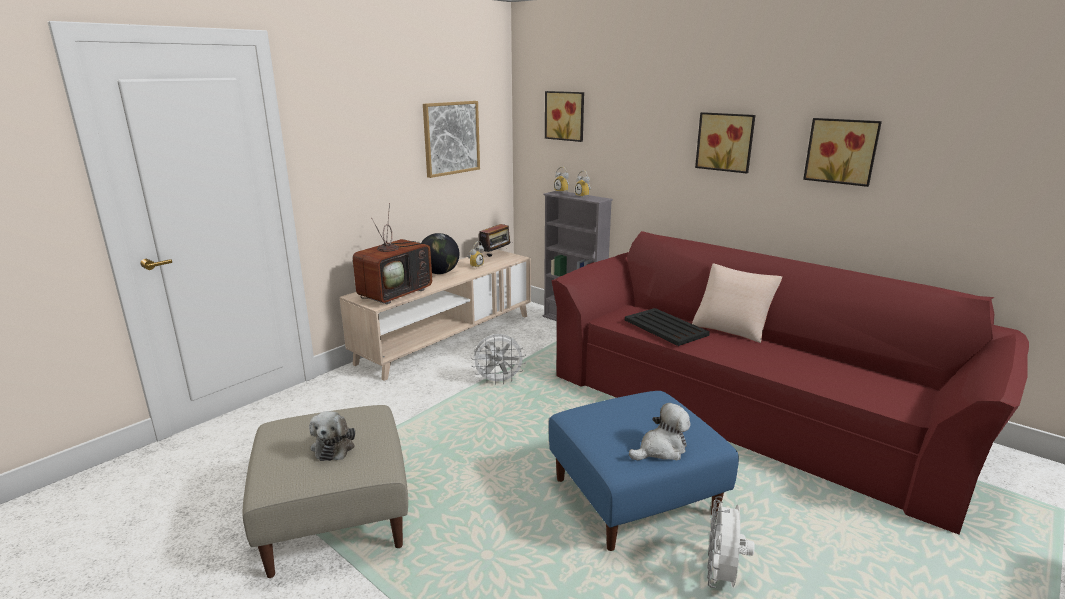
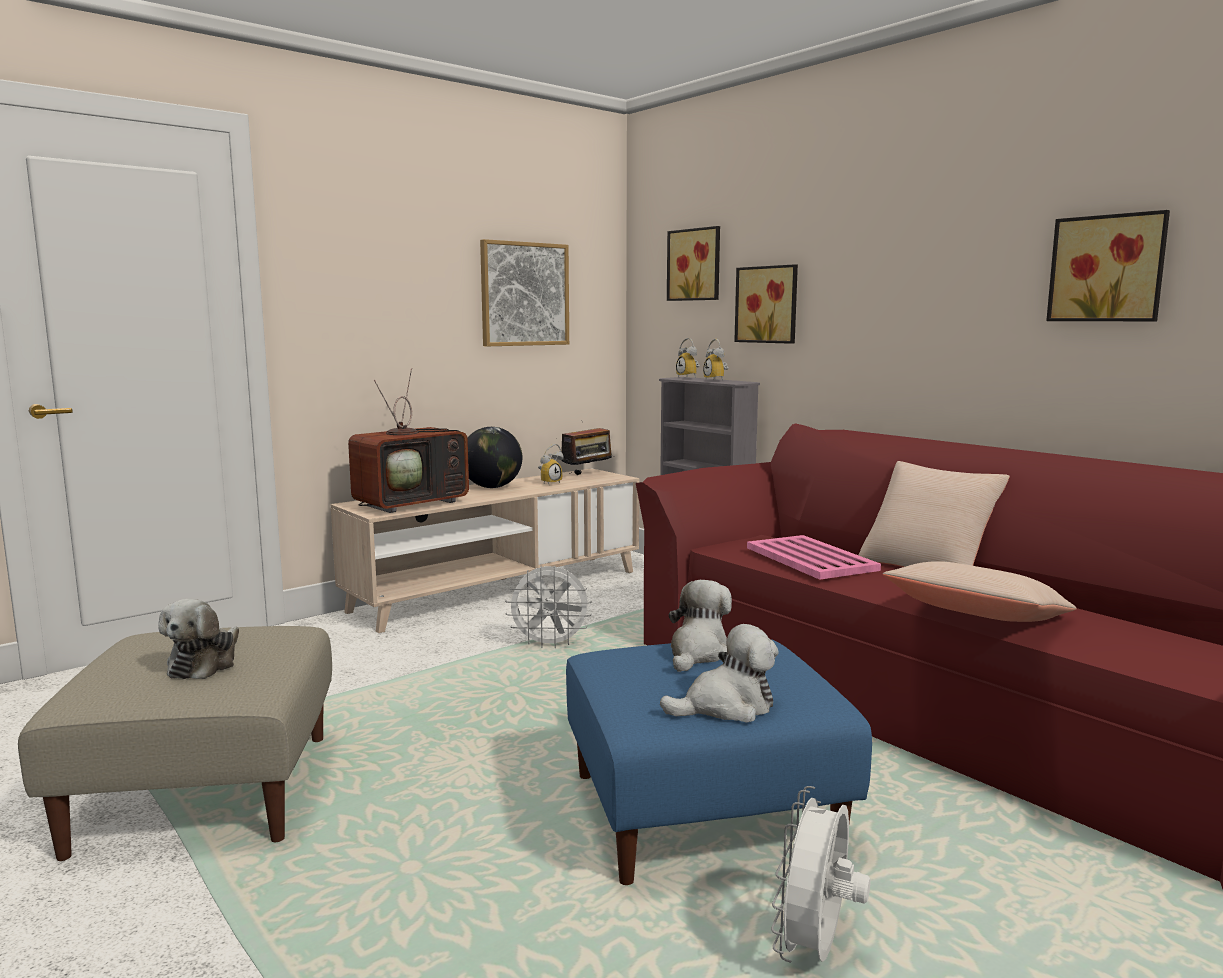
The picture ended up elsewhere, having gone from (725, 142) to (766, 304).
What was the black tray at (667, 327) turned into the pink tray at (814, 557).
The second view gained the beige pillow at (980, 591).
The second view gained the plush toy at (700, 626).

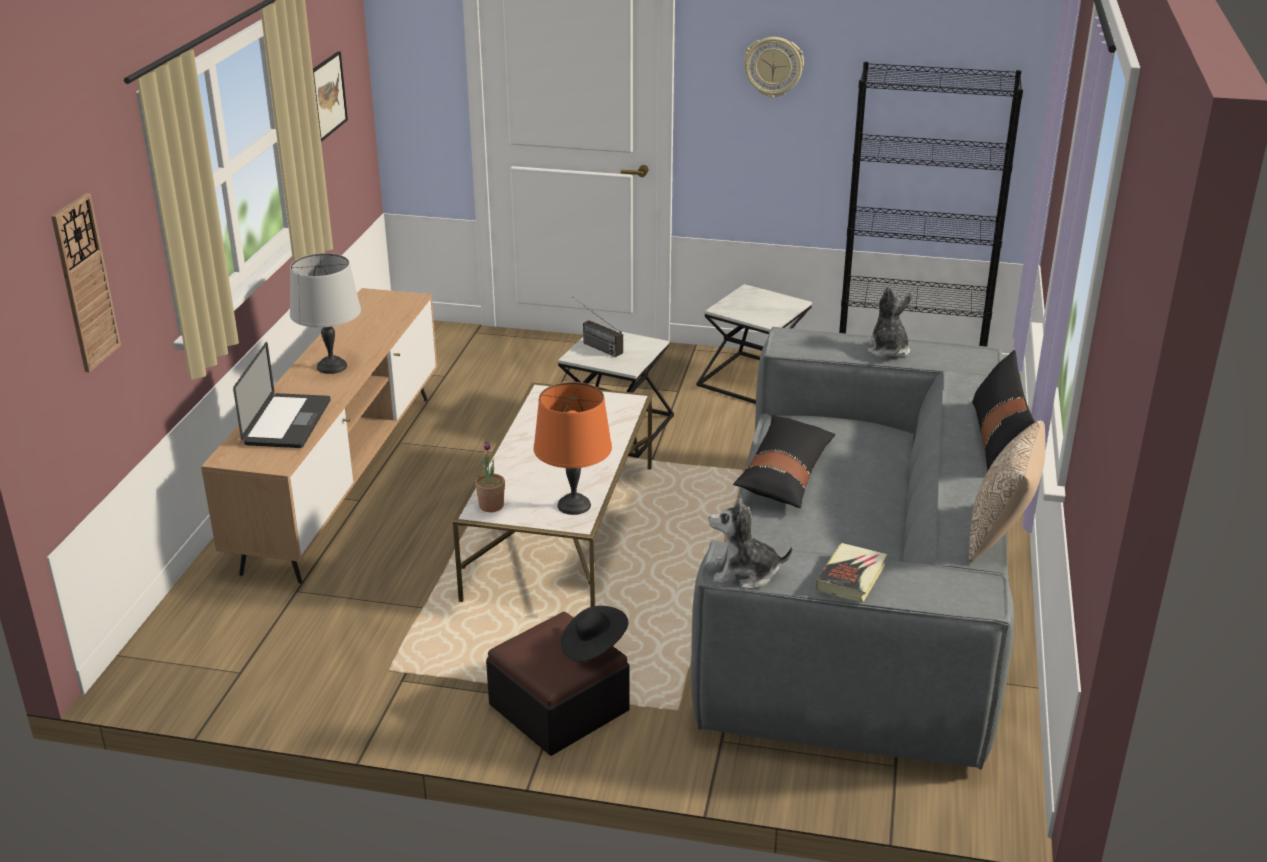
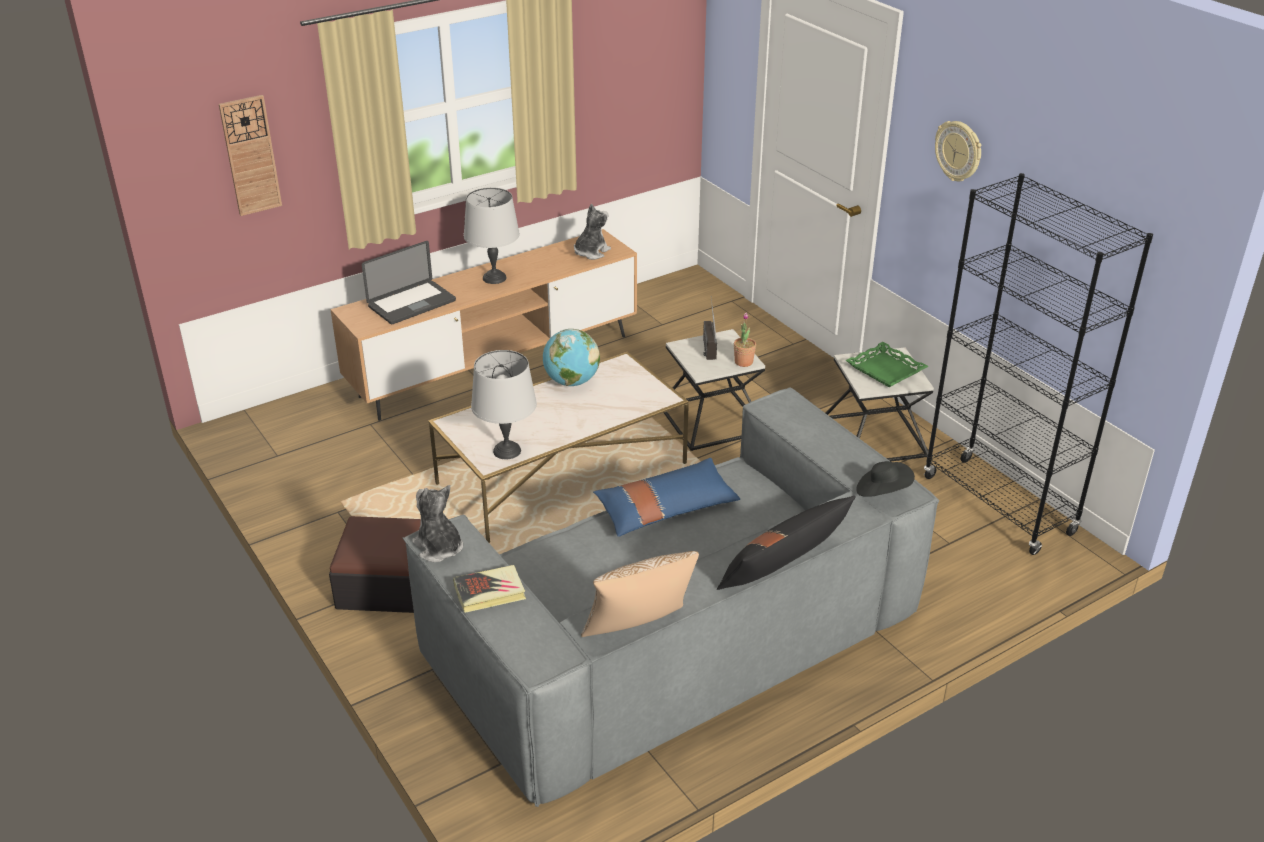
The second view lost the picture at (330, 96).
The plush toy ended up elsewhere, having gone from (890, 322) to (592, 232).
What was the orange table lamp at (573, 448) turned into the grey table lamp at (504, 404).
What was the black pillow at (784, 461) turned into the blue pillow at (666, 497).
The potted plant ended up elsewhere, having gone from (490, 476) to (745, 339).
The black hat ended up elsewhere, having gone from (594, 634) to (885, 478).
The second view gained the globe at (571, 357).
The second view gained the green tray at (887, 364).

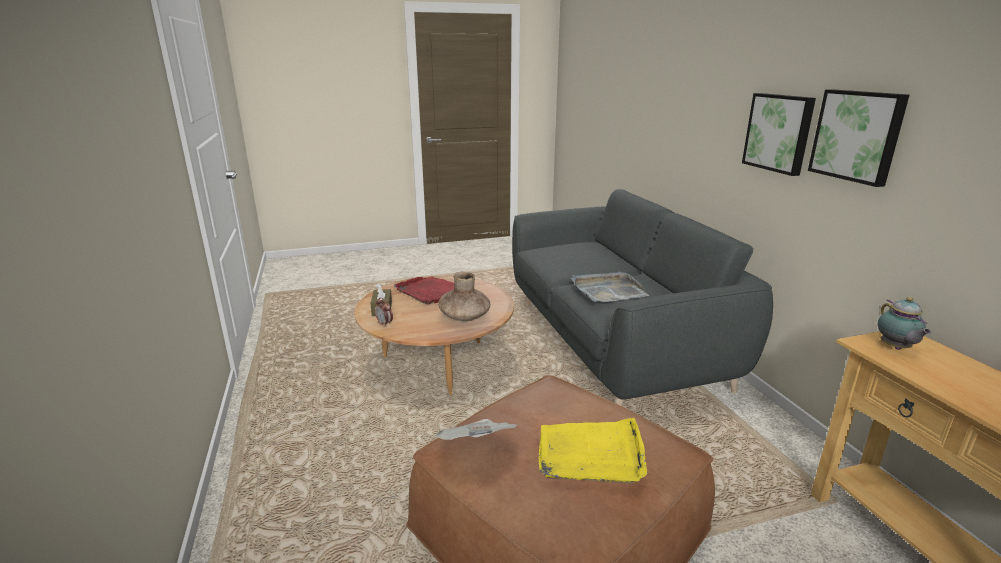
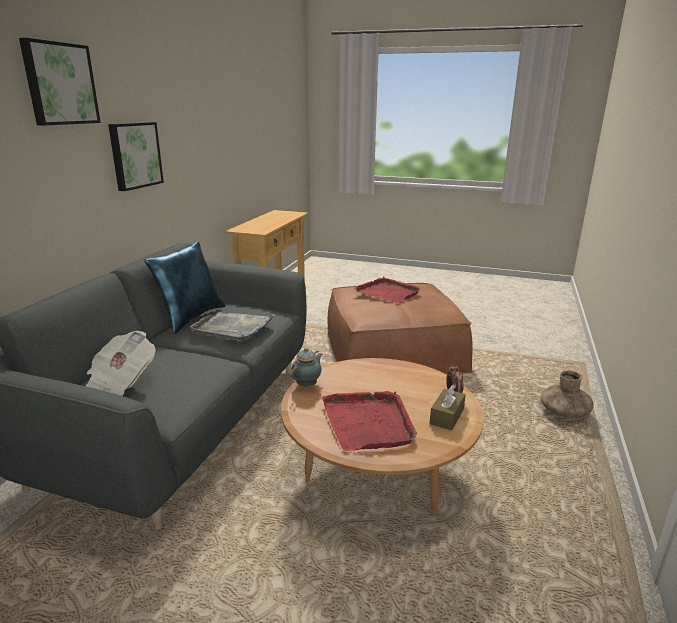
The picture ended up elsewhere, having gone from (858, 138) to (60, 82).
The brown vase ended up elsewhere, having gone from (464, 296) to (567, 394).
The teapot ended up elsewhere, having gone from (905, 323) to (306, 367).
What was the yellow tray at (593, 450) turned into the red tray at (387, 290).
The newspaper ended up elsewhere, having gone from (476, 429) to (120, 363).
The second view gained the blue pillow at (184, 287).

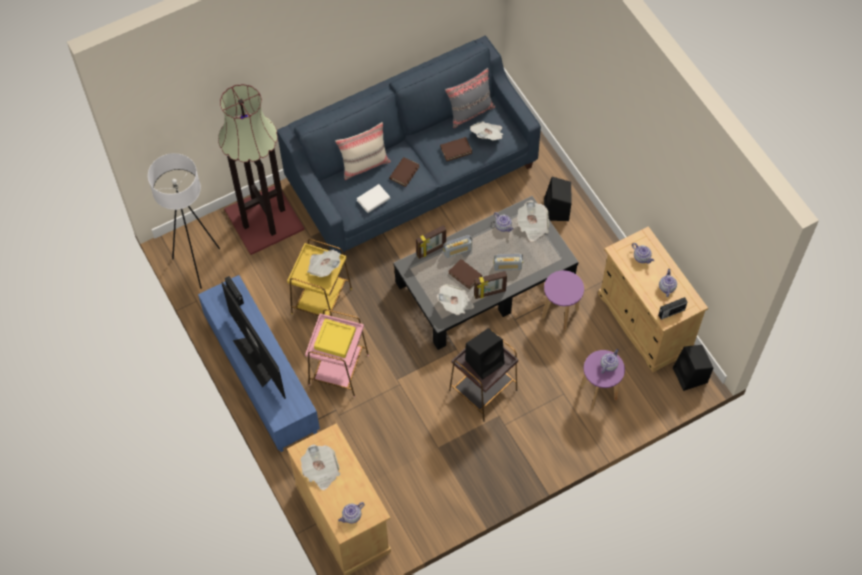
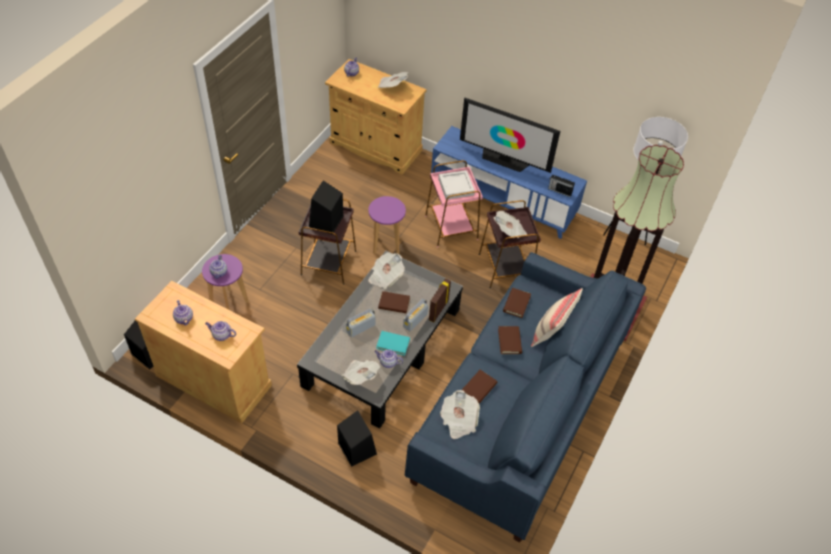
The second view lost the grey pillow at (470, 98).
What was the white book at (373, 198) turned into the brown book at (517, 303).
What was the yellow side table at (319, 277) turned into the brown side table at (510, 244).
The purple stool ended up elsewhere, having gone from (563, 300) to (387, 225).
The second view lost the picture frame at (490, 285).
The second view lost the radio at (672, 308).
What was the yellow tray at (335, 338) turned into the grey tray at (456, 184).
The second view gained the turquoise book at (393, 343).

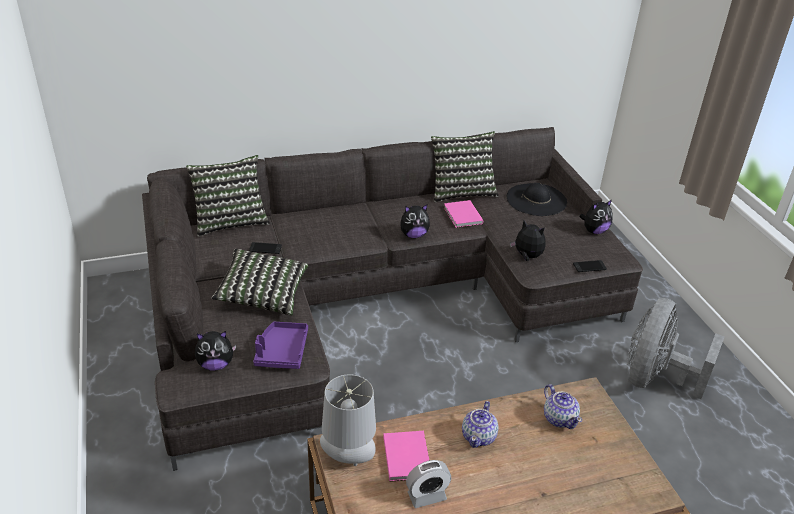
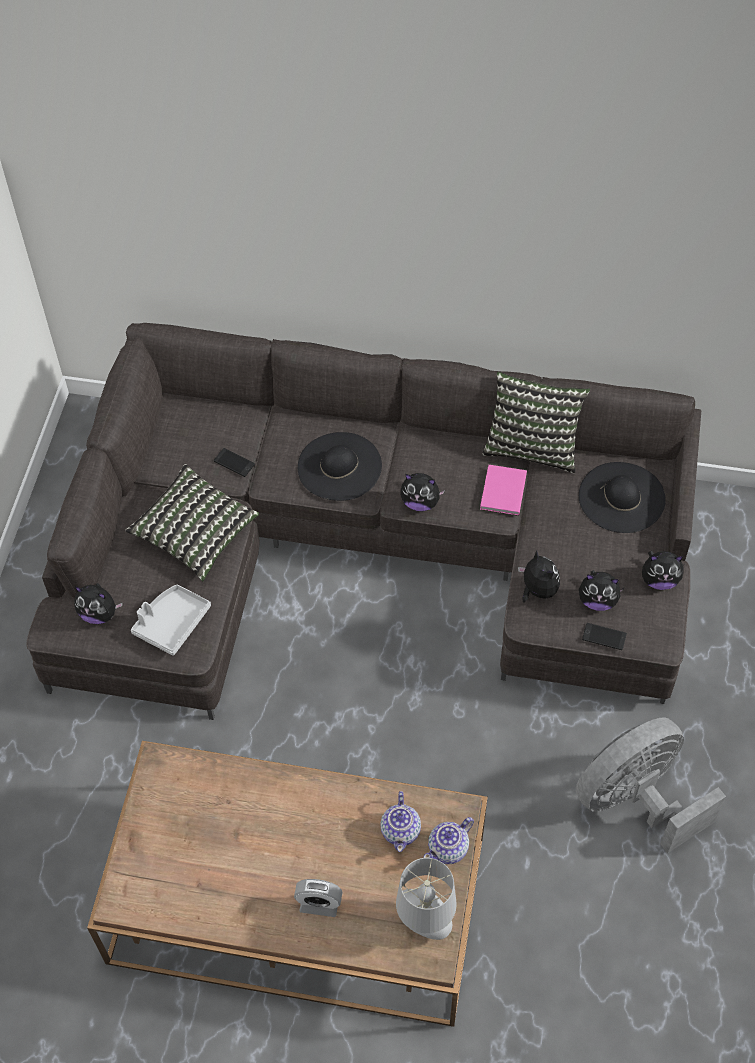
The second view lost the pillow at (228, 195).
What was the purple tray at (280, 345) turned into the grey tray at (171, 620).
The grey table lamp ended up elsewhere, having gone from (348, 420) to (426, 899).
The teapot ended up elsewhere, having gone from (480, 424) to (448, 840).
The second view lost the pink book at (406, 456).
The alarm clock ended up elsewhere, having gone from (428, 484) to (318, 898).
The second view gained the black hat at (340, 466).
The second view gained the plush toy at (602, 590).

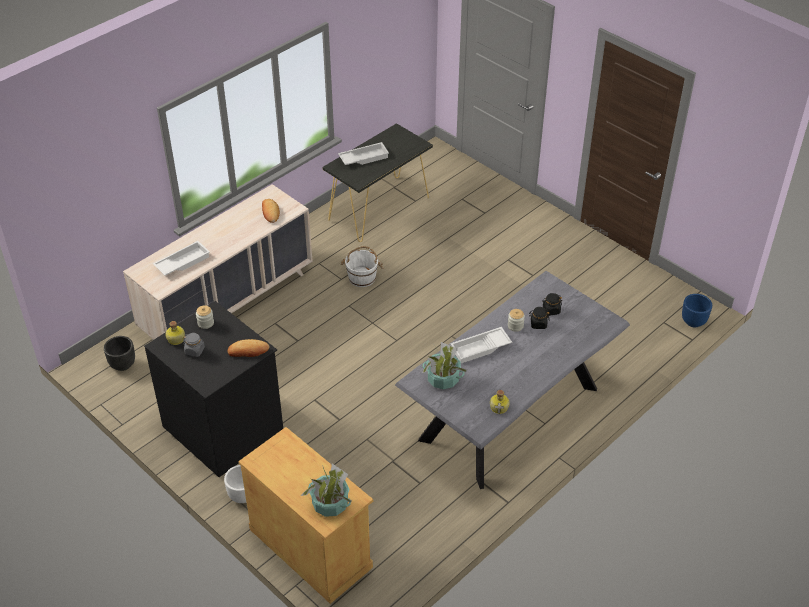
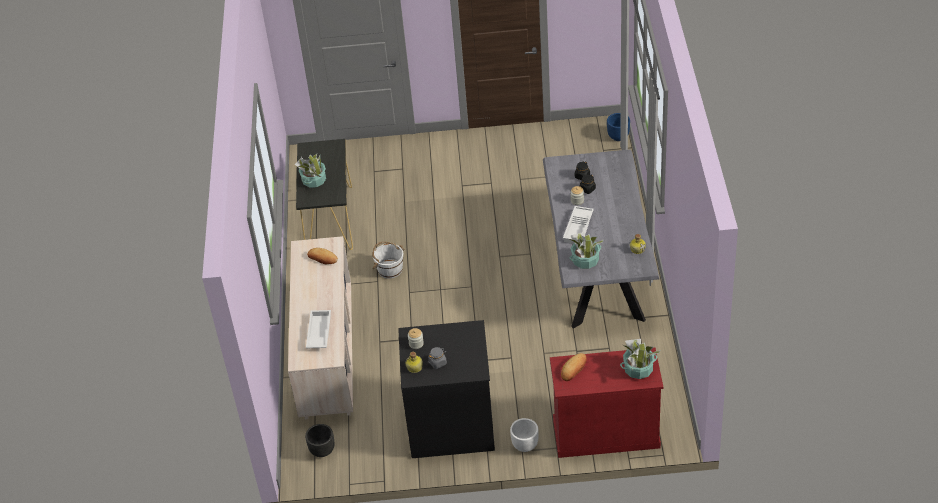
Where the white tray stood at (363, 153), the potted plant came to stand at (310, 171).
The bread ended up elsewhere, having gone from (249, 348) to (573, 367).
What was the beige cabinet at (305, 515) turned into the red cabinet at (606, 403).

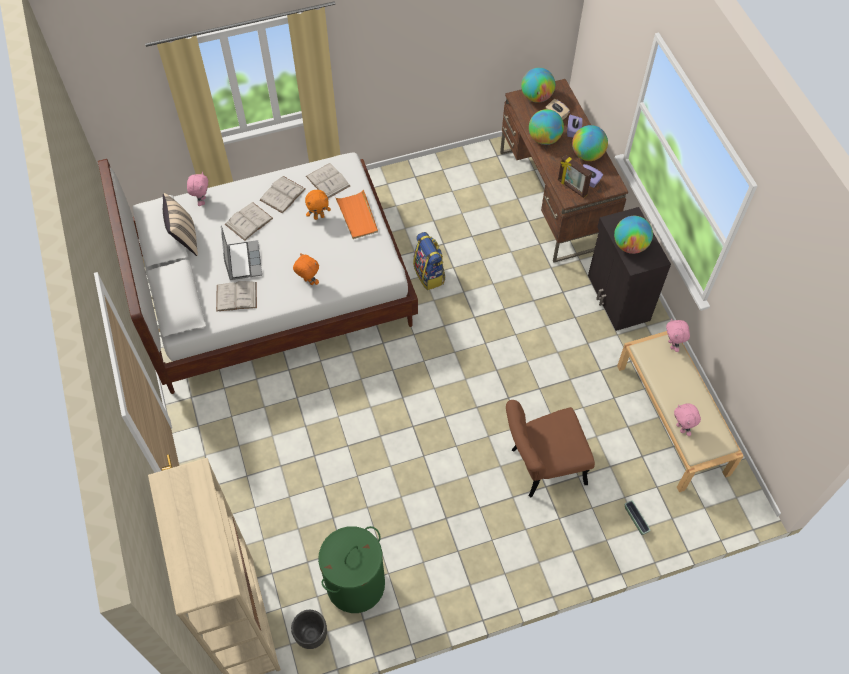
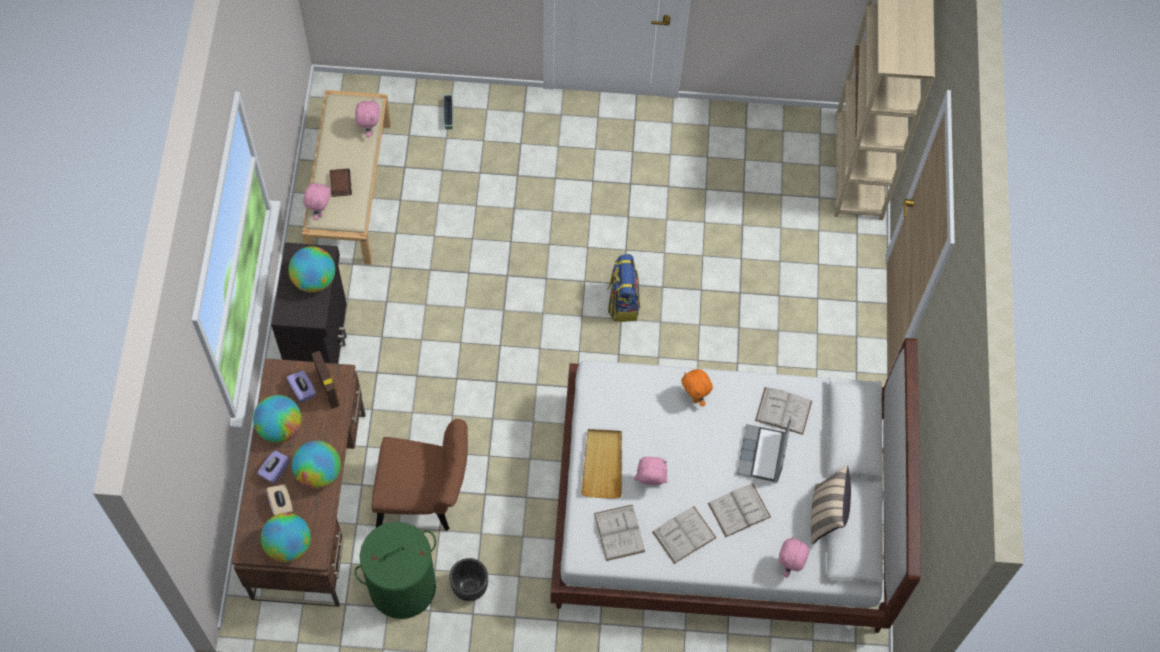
What was the orange tray at (356, 214) turned into the beige tray at (601, 464).
What was the orange plush toy at (318, 205) turned into the pink plush toy at (651, 471).
The backpack ended up elsewhere, having gone from (429, 261) to (623, 288).
The brown chair ended up elsewhere, having gone from (550, 449) to (420, 475).
The green laundry basket ended up elsewhere, having gone from (351, 569) to (395, 570).
The black planter ended up elsewhere, having gone from (309, 629) to (468, 579).
The second view gained the book at (341, 182).

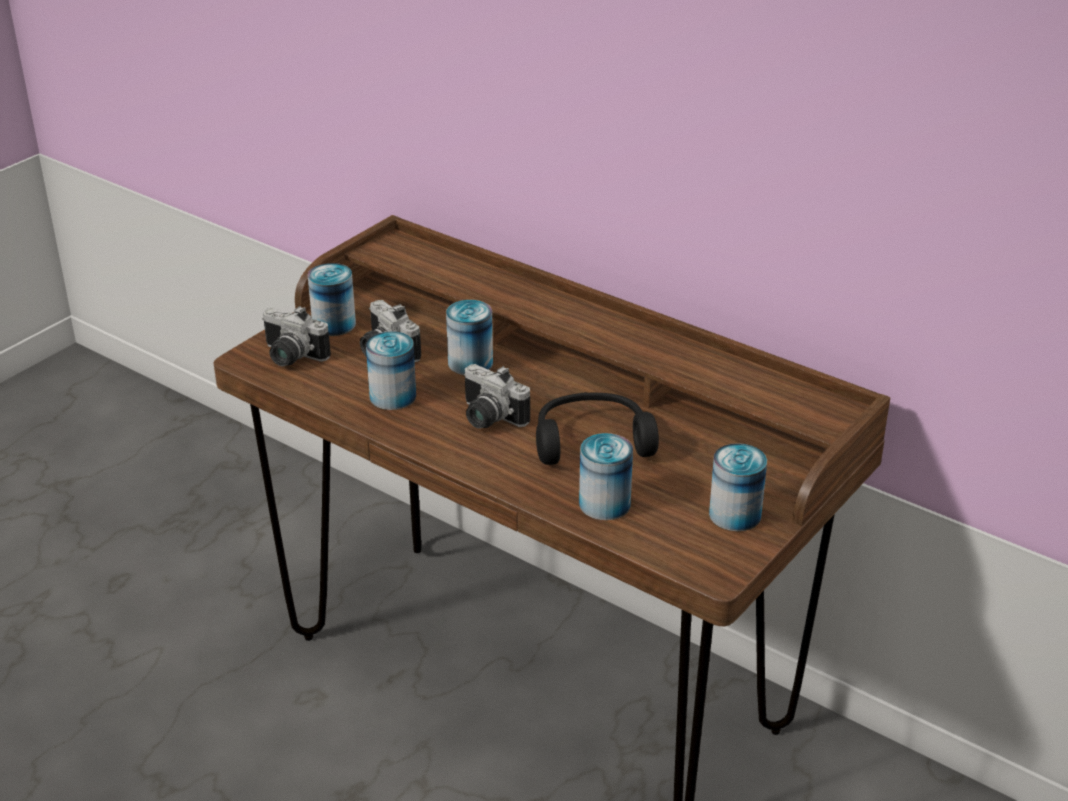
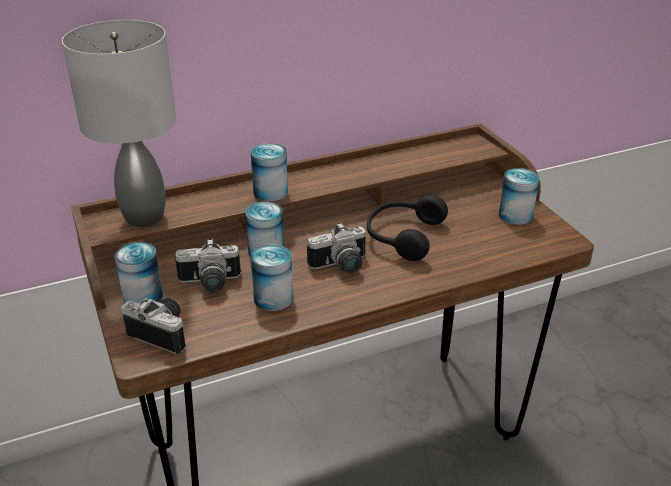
The photo camera at (296, 336) ended up facing another way, 120 degrees counterclockwise from before.
The can ended up elsewhere, having gone from (606, 476) to (269, 172).
The second view gained the grey table lamp at (119, 123).

